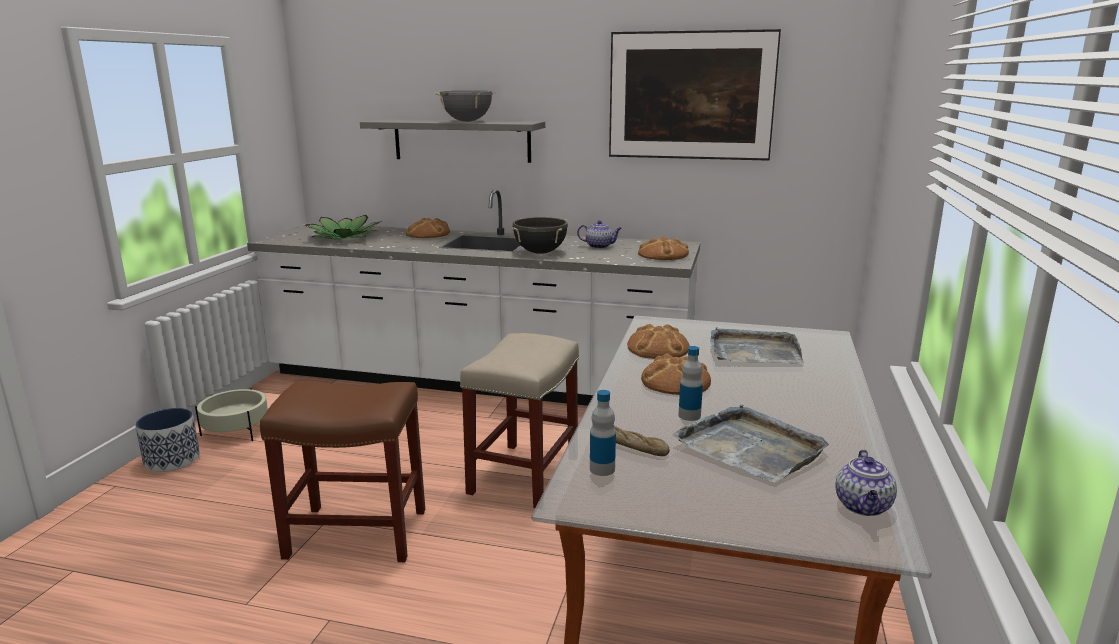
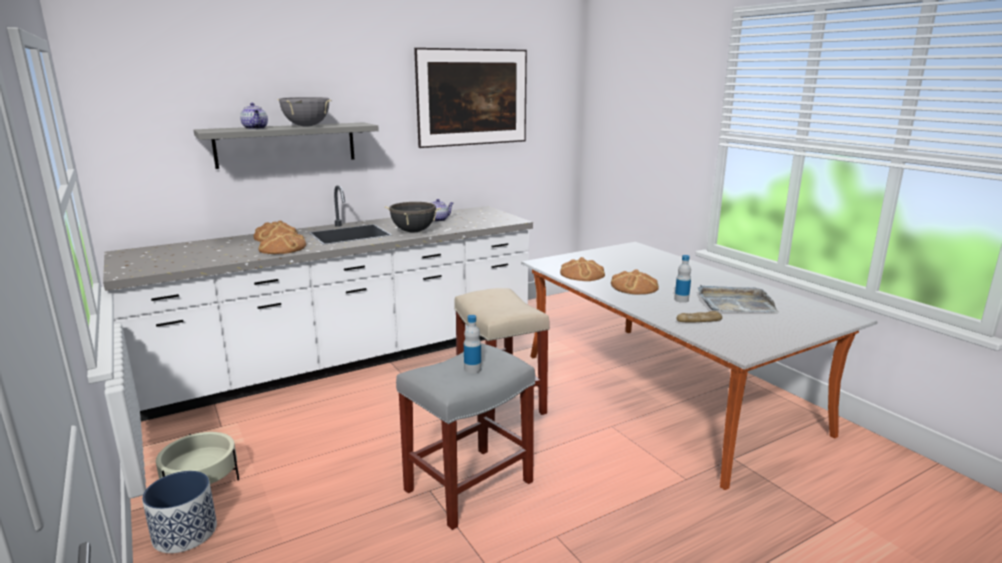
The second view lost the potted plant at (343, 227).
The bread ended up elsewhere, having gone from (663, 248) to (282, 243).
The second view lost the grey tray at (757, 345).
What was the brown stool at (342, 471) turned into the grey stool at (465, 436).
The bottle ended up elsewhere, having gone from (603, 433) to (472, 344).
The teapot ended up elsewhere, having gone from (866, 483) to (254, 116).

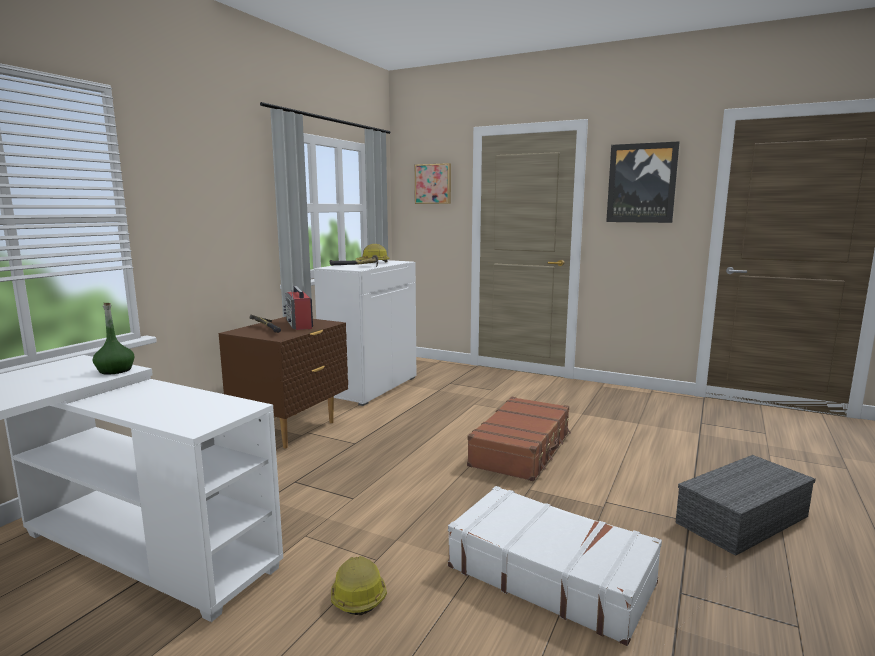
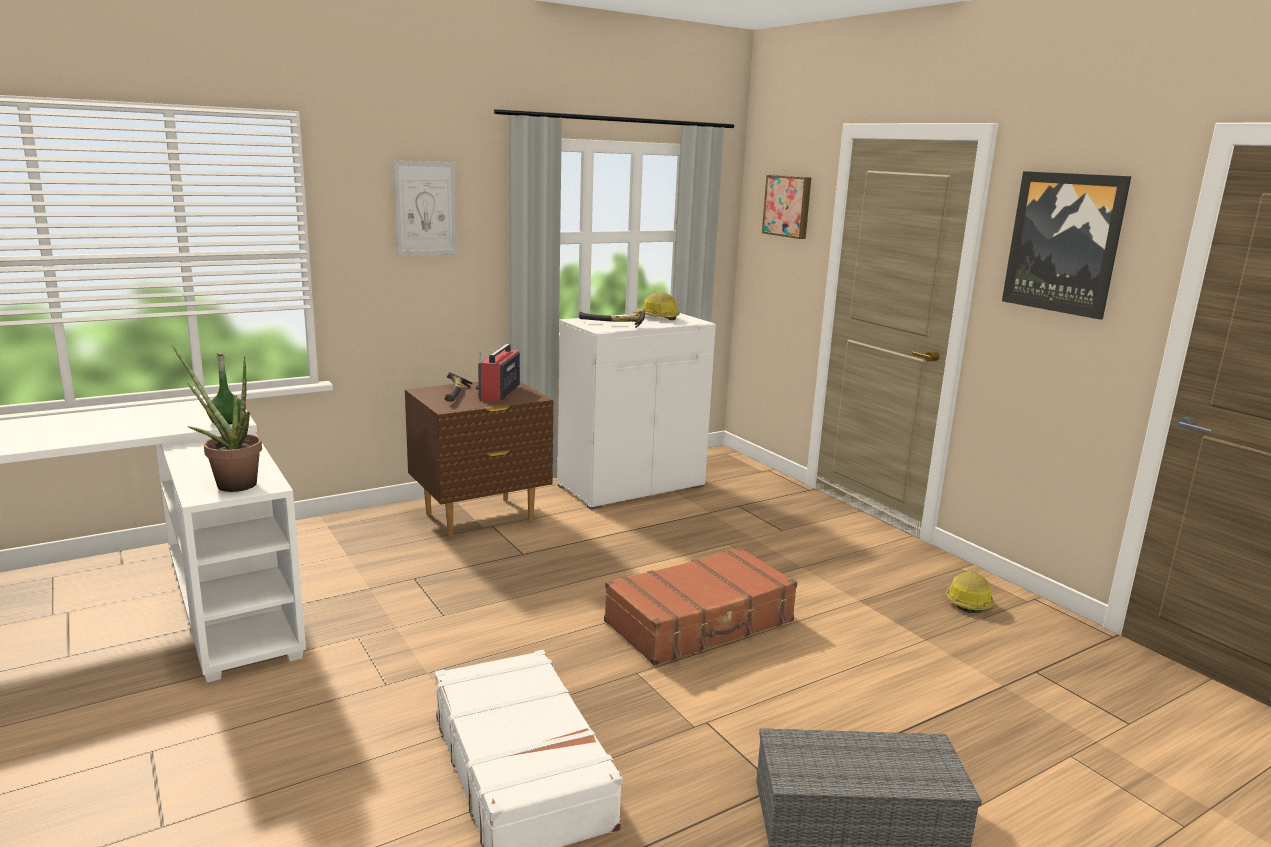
The hard hat ended up elsewhere, having gone from (359, 585) to (970, 592).
The second view gained the picture at (425, 208).
The second view gained the potted plant at (217, 418).

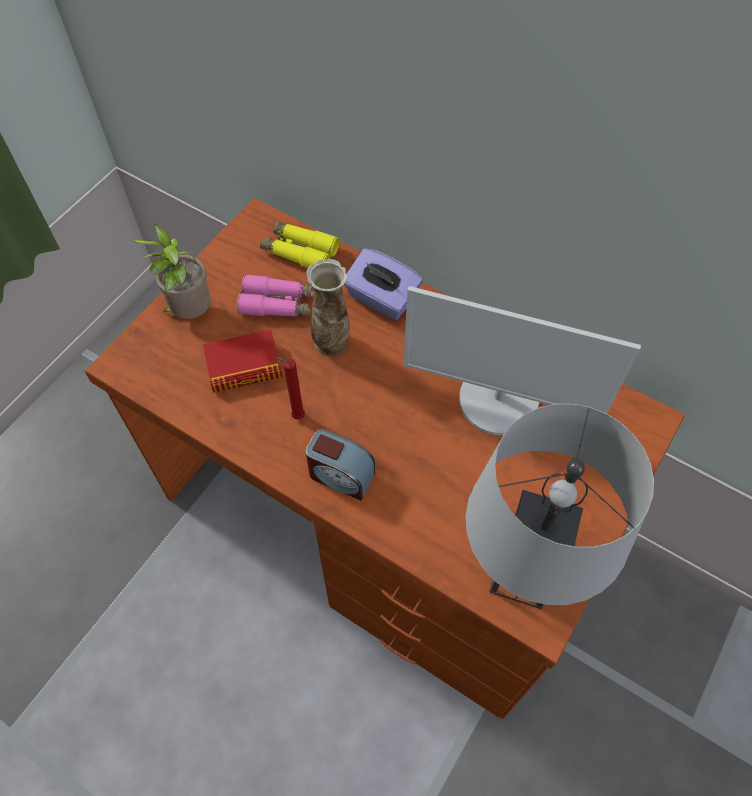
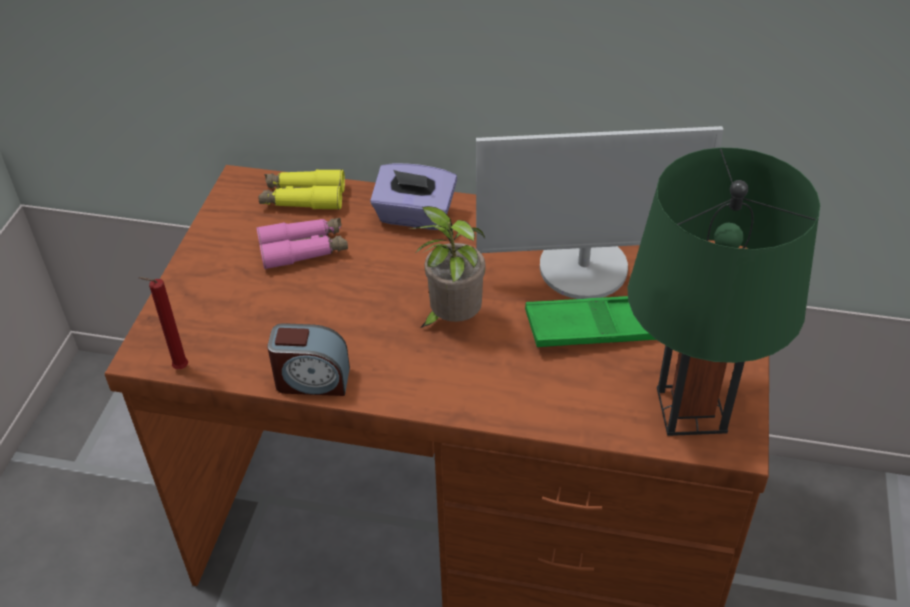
The potted plant ended up elsewhere, having gone from (172, 271) to (448, 267).
The second view lost the vase at (328, 307).
The second view lost the book at (242, 361).
The red candle ended up elsewhere, having gone from (290, 388) to (163, 323).
What was the grey table lamp at (560, 506) turned into the green table lamp at (723, 292).
The alarm clock ended up elsewhere, having gone from (340, 464) to (308, 359).
The second view gained the green tray at (590, 321).

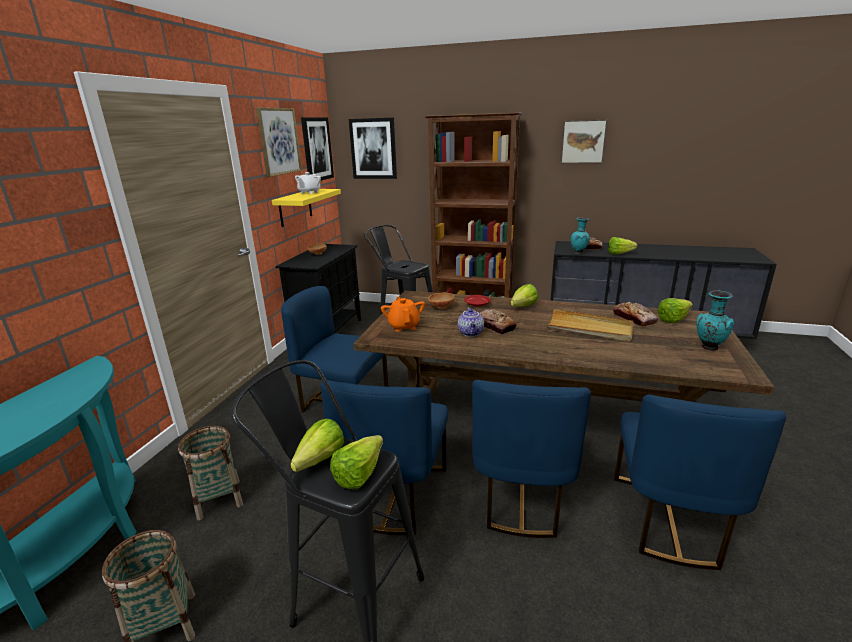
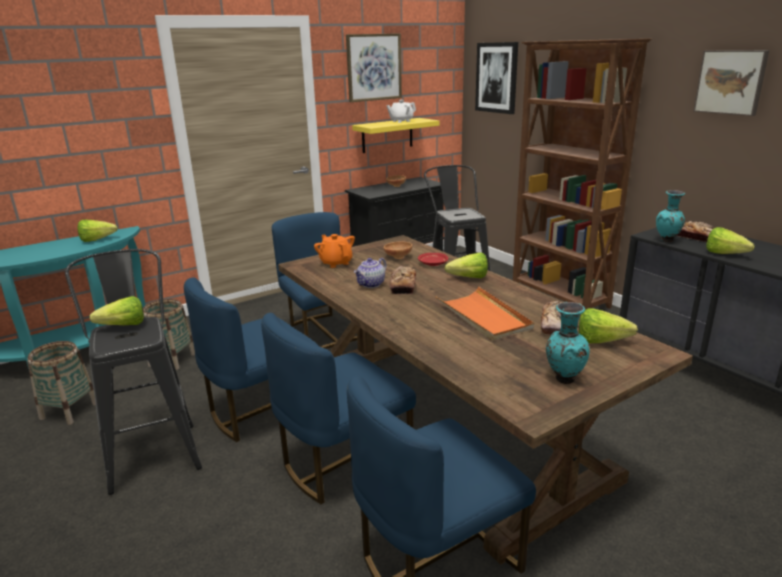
The second view lost the picture at (317, 149).
The orange teapot at (403, 314) ended up facing another way, 60 degrees counterclockwise from before.
What was the beige tray at (590, 325) turned into the orange tray at (485, 313).
The lettuce ended up elsewhere, having gone from (356, 462) to (97, 230).

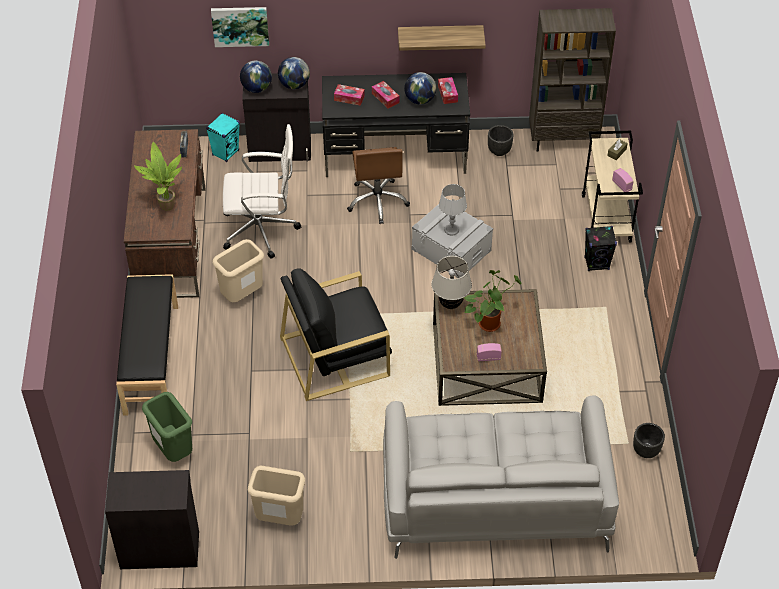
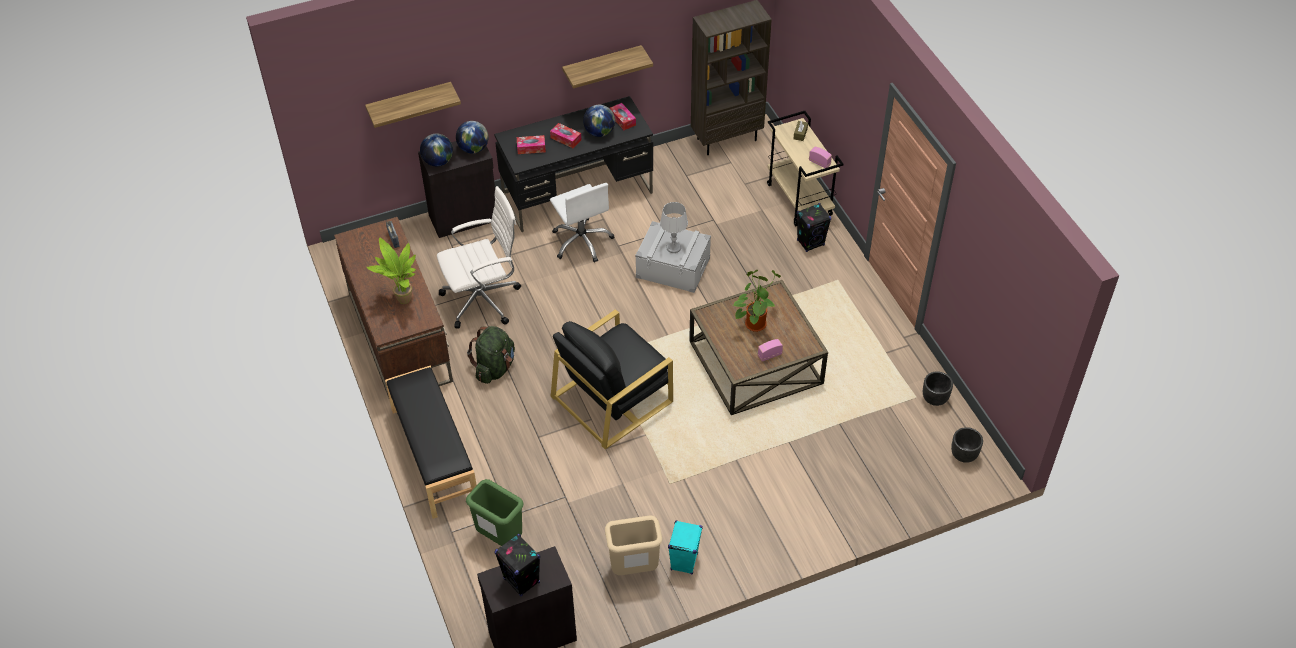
Where the picture hung at (240, 27), the shelf came to hang at (413, 105).
The turquoise speaker ended up elsewhere, having gone from (223, 137) to (685, 547).
The black planter ended up elsewhere, having gone from (500, 140) to (967, 445).
What was the brown office chair at (378, 185) turned into the white office chair at (582, 223).
Where the beige trash can stood at (238, 270), the green backpack came to stand at (491, 355).
The second view lost the beige table lamp at (451, 282).
The second view lost the grey sofa at (501, 477).
The second view gained the black speaker at (517, 565).

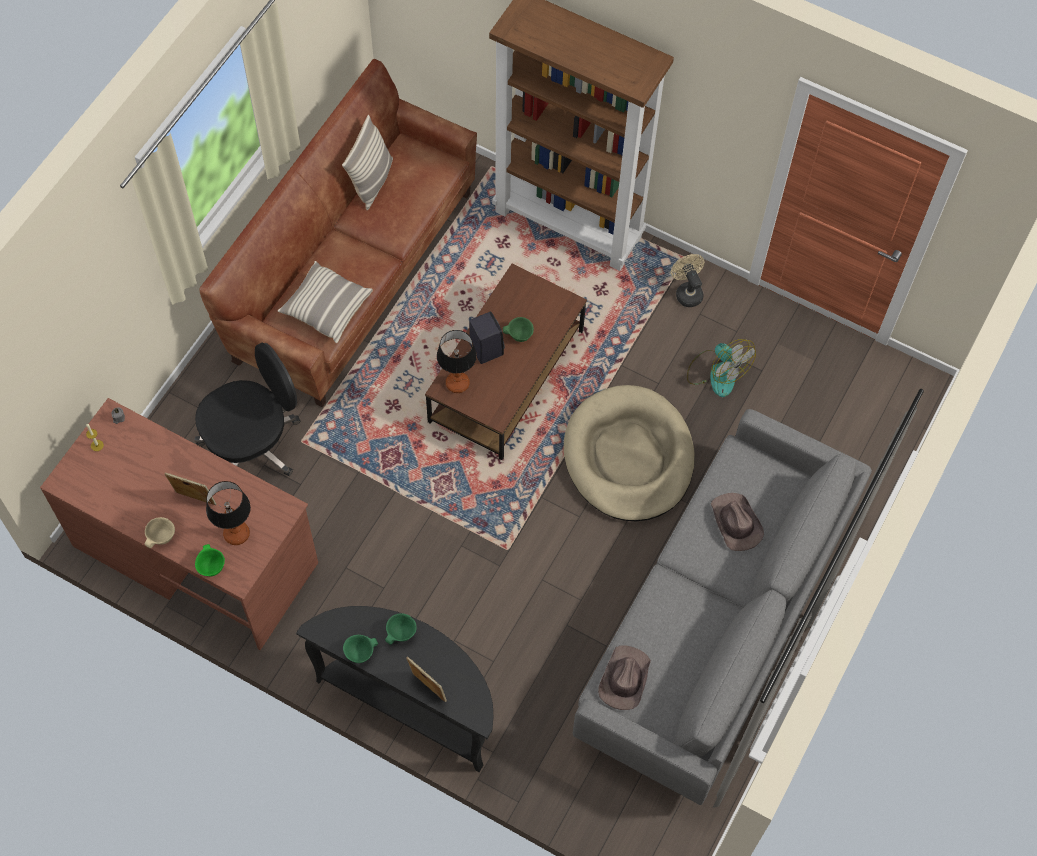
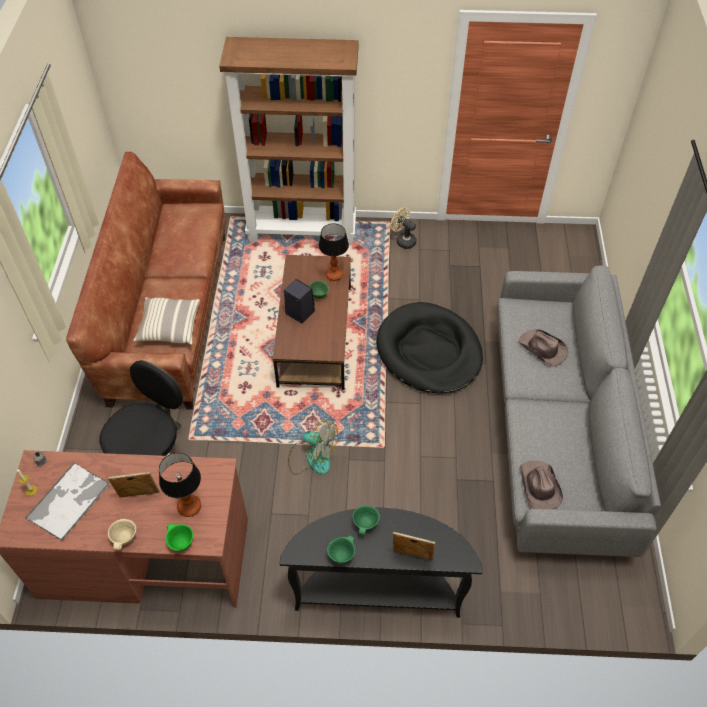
The second view lost the pillow at (367, 162).
The table lamp ended up elsewhere, having gone from (457, 361) to (333, 252).
The fan ended up elsewhere, having gone from (721, 368) to (313, 447).
What was the beige dog bed at (629, 453) turned into the black dog bed at (430, 348).
The second view gained the tray at (67, 501).

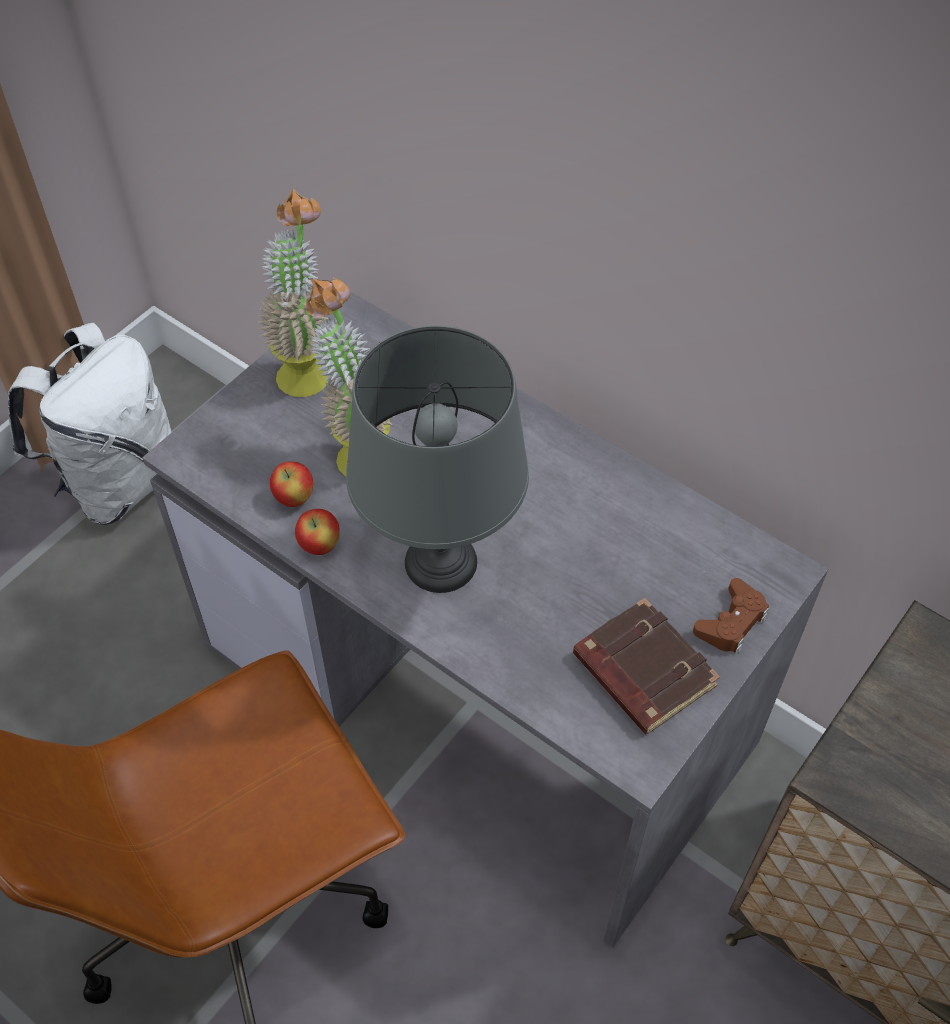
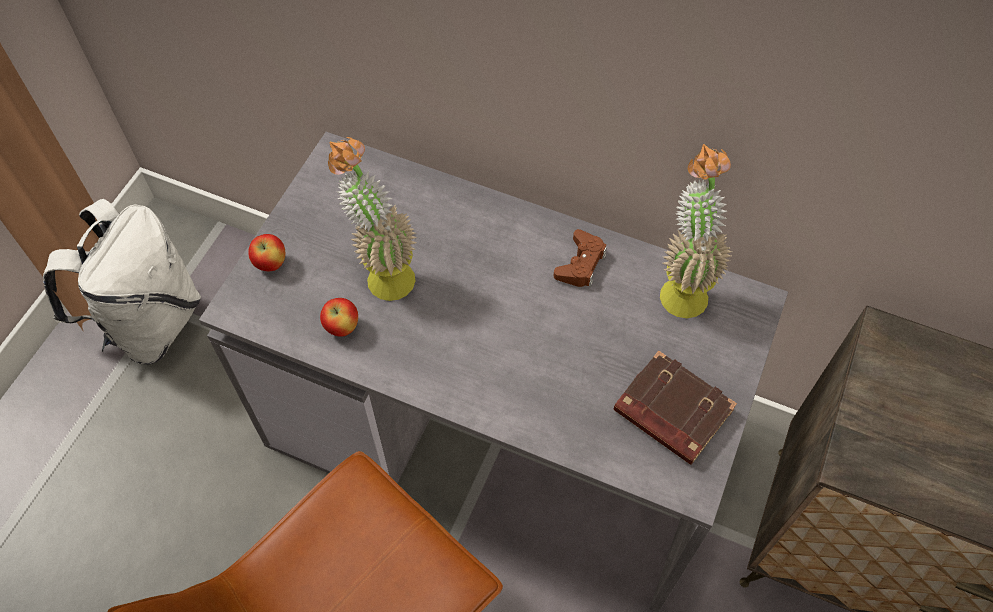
The potted plant ended up elsewhere, having gone from (294, 293) to (696, 231).
The second view lost the grey table lamp at (437, 459).
The apple ended up elsewhere, having gone from (317, 532) to (266, 252).
The brown game controller ended up elsewhere, having gone from (731, 616) to (580, 258).

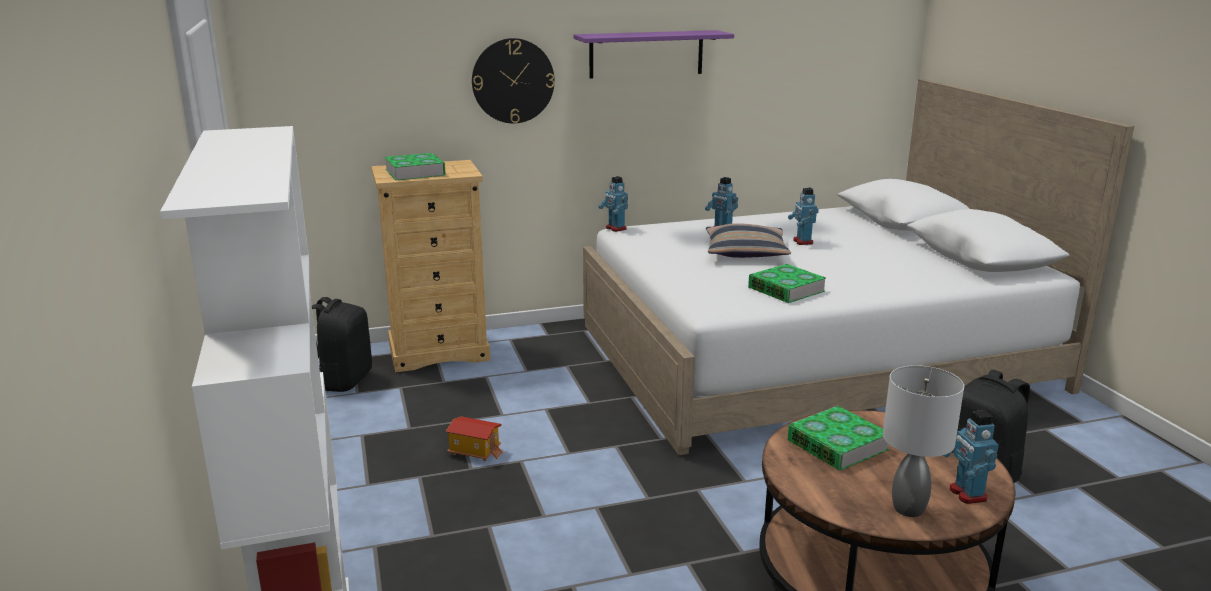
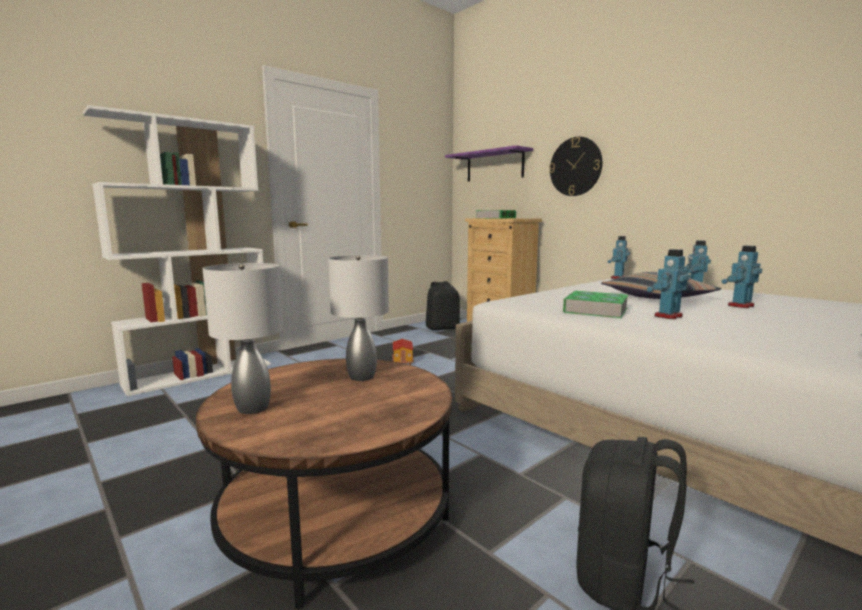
The purple shelf ended up elsewhere, having gone from (653, 54) to (489, 163).
Where the book stood at (838, 438), the grey table lamp came to stand at (358, 318).
The toy robot ended up elsewhere, having gone from (970, 457) to (668, 284).

